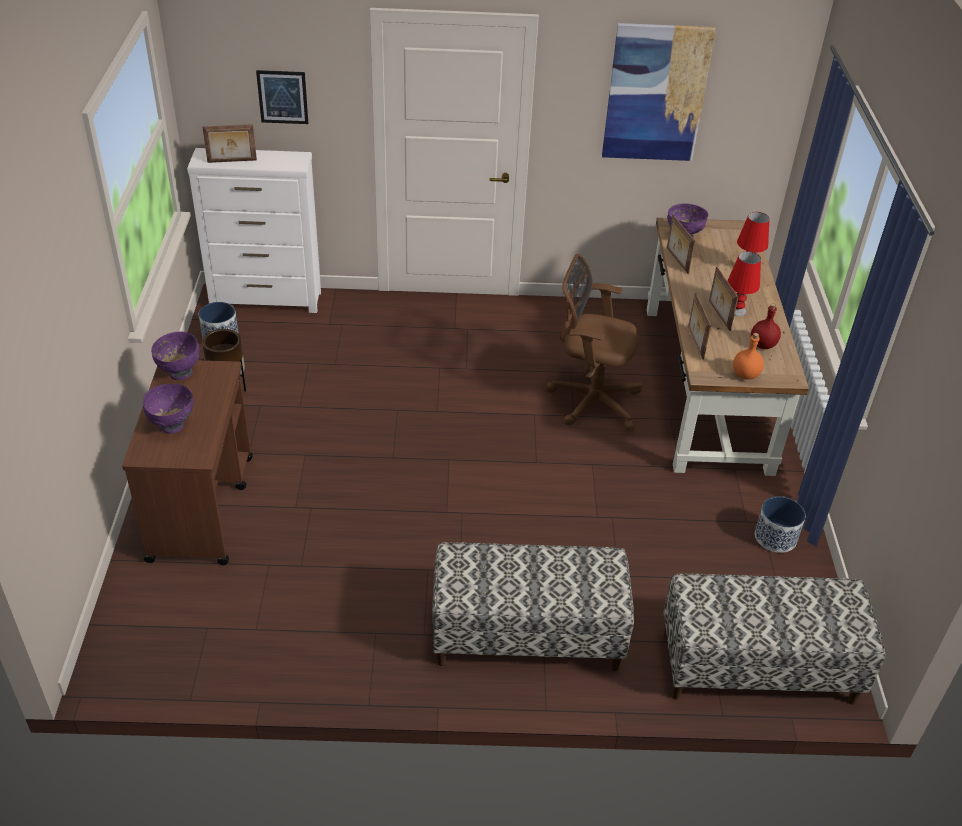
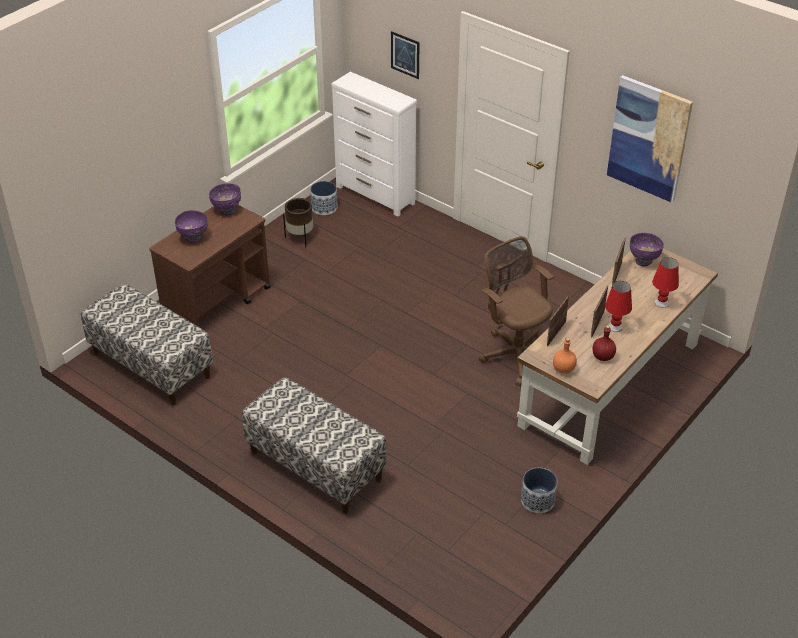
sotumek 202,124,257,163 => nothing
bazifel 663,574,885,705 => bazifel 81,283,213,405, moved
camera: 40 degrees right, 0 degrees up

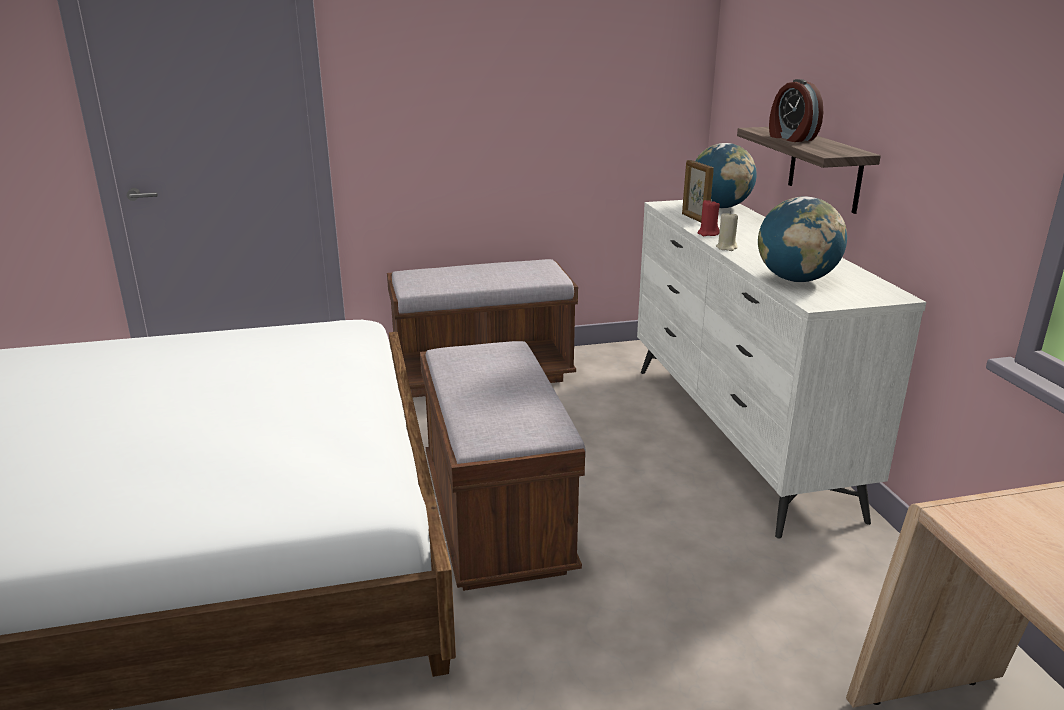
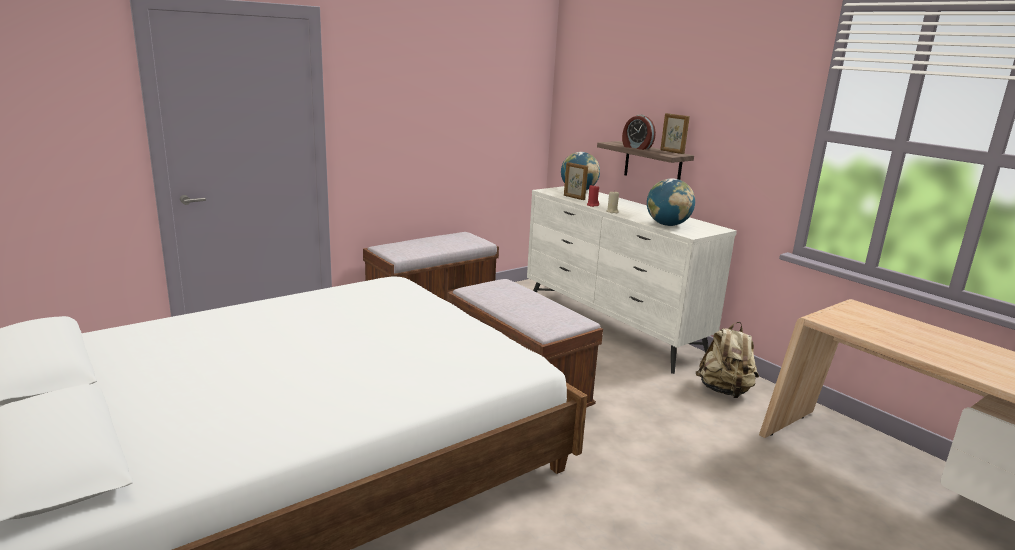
nothing => sotumek 660,113,690,154
nothing => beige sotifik 696,322,759,398
camera: 25 degrees left, 5 degrees down

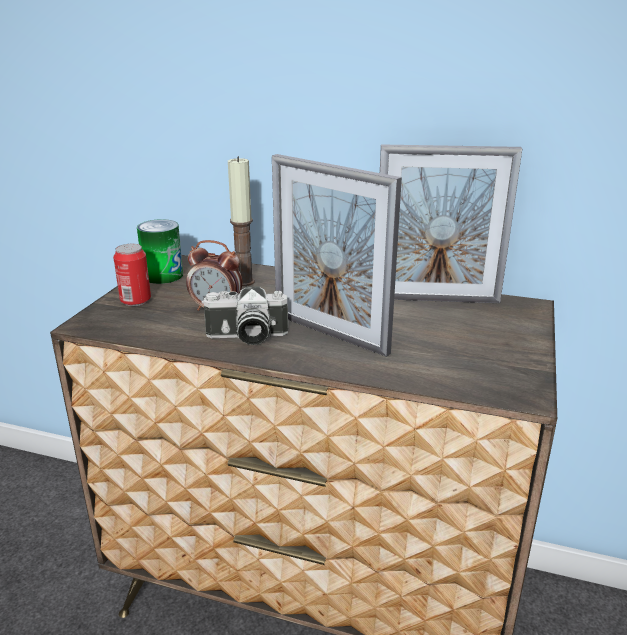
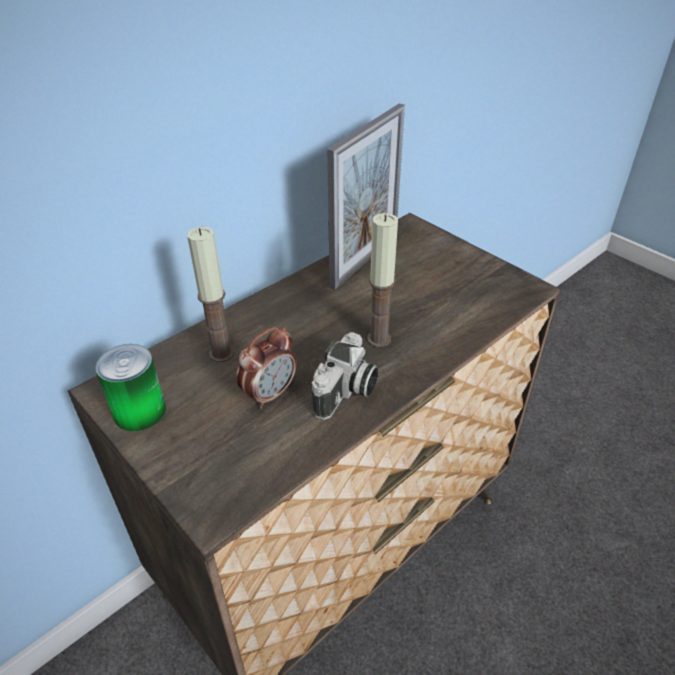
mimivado 113,244,151,306 => nothing
sotumek 272,154,402,357 => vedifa 367,213,398,347
camera: 60 degrees left, 15 degrees up

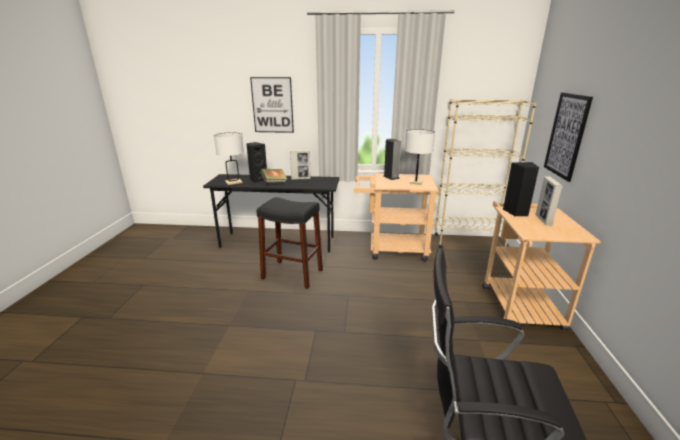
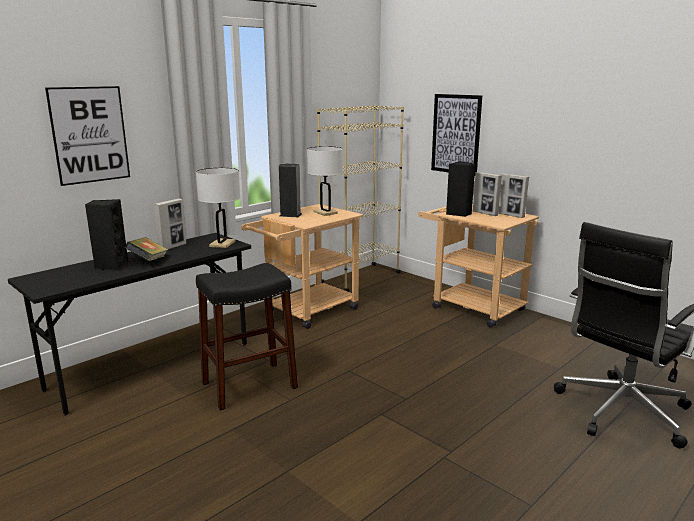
nothing => sotumek 498,173,529,218
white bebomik 214,133,244,185 => white bebomik 196,168,240,248, moved
camera: 50 degrees left, 5 degrees down

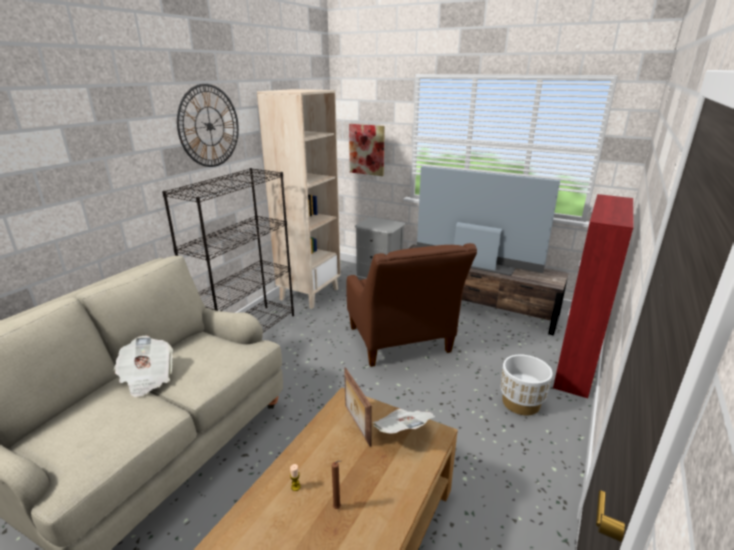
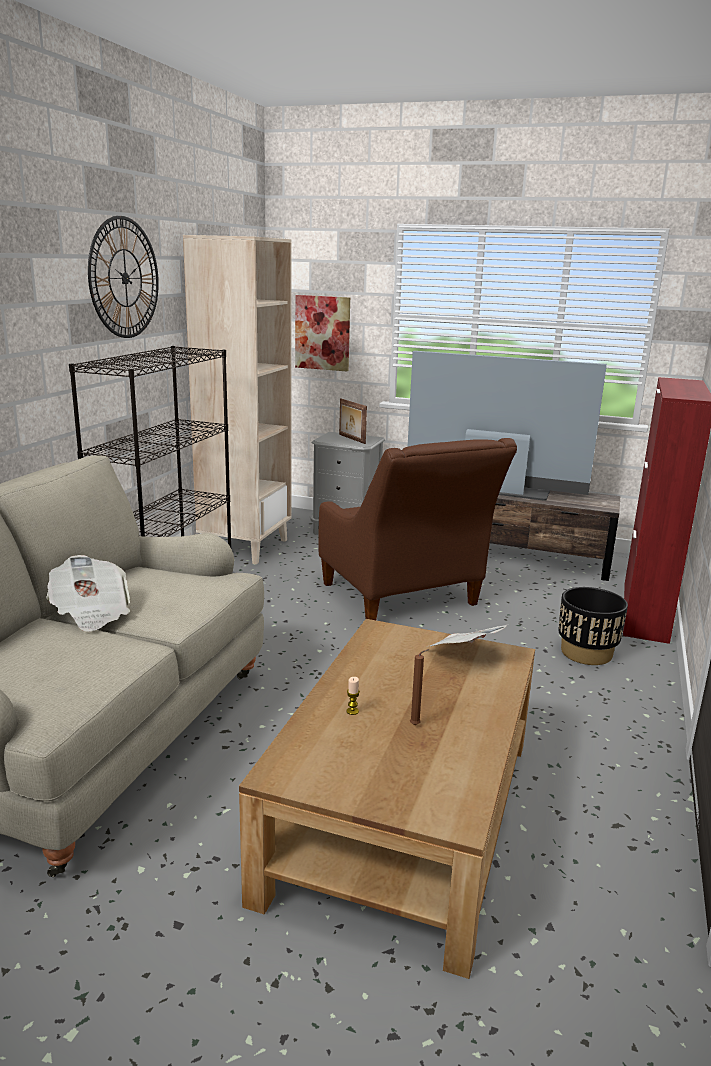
sotumek 344,367,372,447 => sotumek 339,398,367,444, moved
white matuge 501,355,553,415 => black matuge 558,587,628,665
camera: 10 degrees left, 5 degrees down

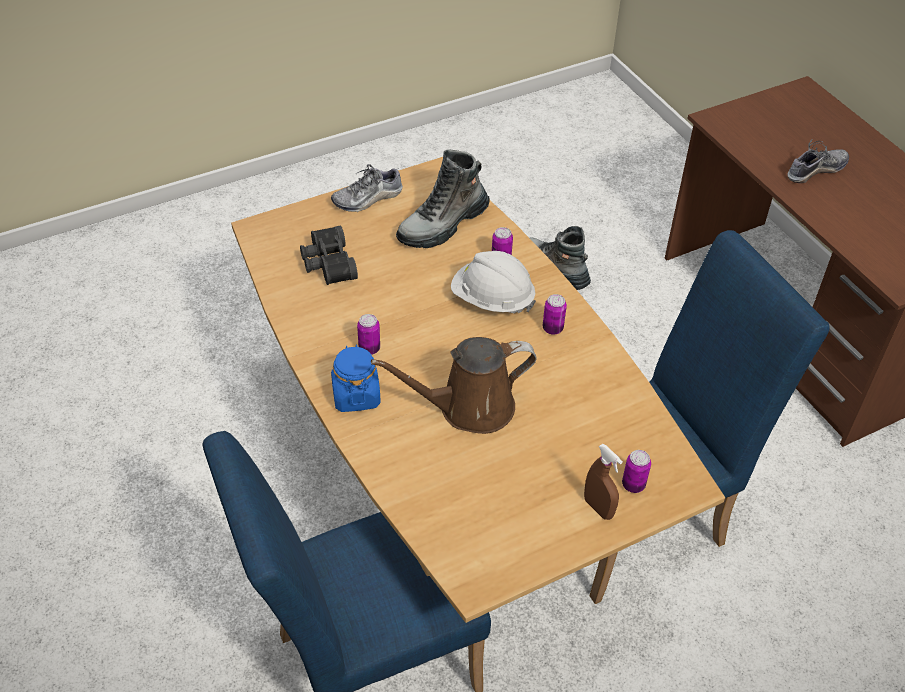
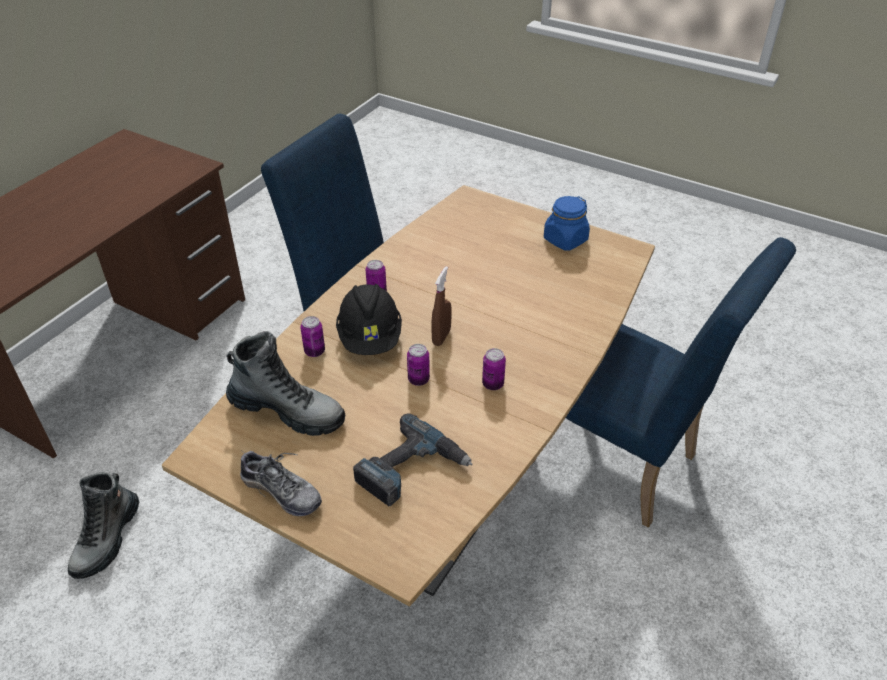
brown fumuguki 371,337,537,434 => nothing
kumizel 787,139,849,183 => nothing
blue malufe 331,344,381,412 => blue malufe 544,196,590,251, moved
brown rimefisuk 584,444,623,520 => brown rimefisuk 431,266,452,346, moved
mimivado 622,450,651,493 => mimivado 407,344,430,386, moved
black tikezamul 300,226,358,285 => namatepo 353,413,473,506
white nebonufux 451,251,536,313 => black nebonufux 336,284,402,355
camera: 120 degrees left, 5 degrees down

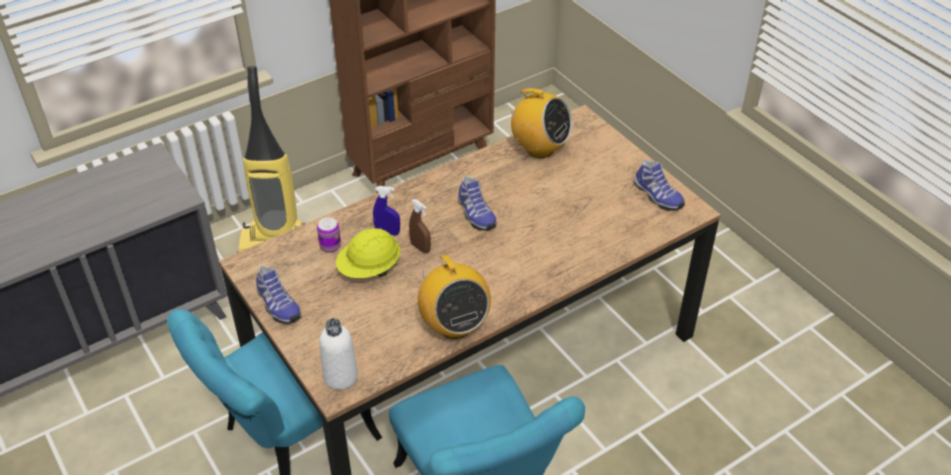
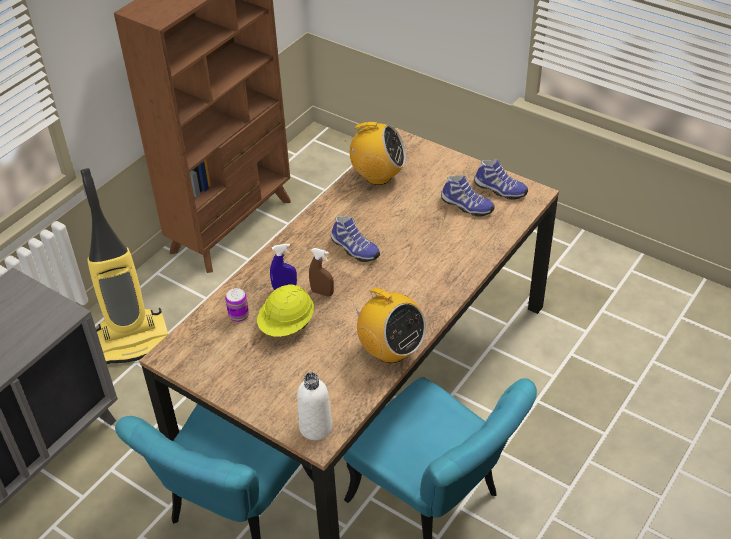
kumizel 256,265,301,324 => kumizel 441,175,495,217, moved
camera: 20 degrees left, 0 degrees up

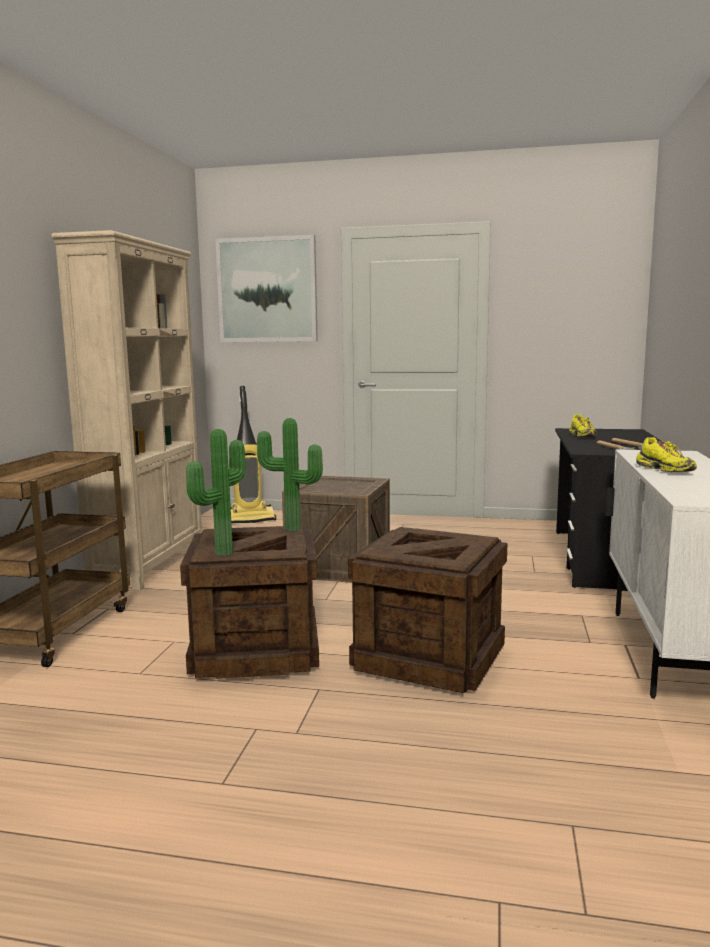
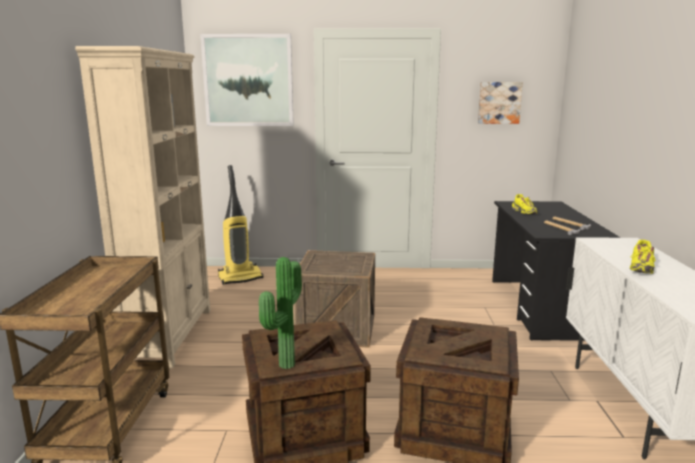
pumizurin 257,418,323,531 => nothing
nothing => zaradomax 478,82,523,124
yellow kumizel 636,437,697,472 => yellow kumizel 630,240,655,274, 60 degrees clockwise
camera: 10 degrees left, 5 degrees up

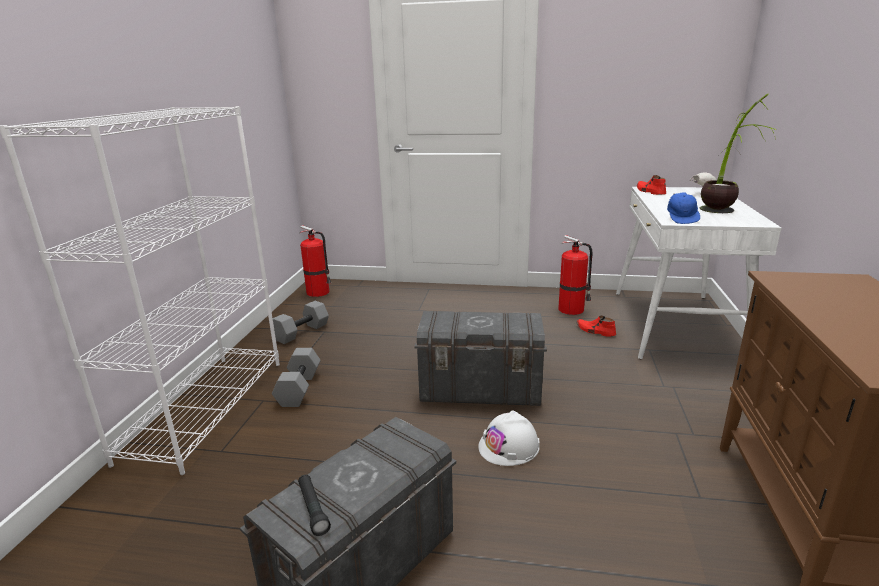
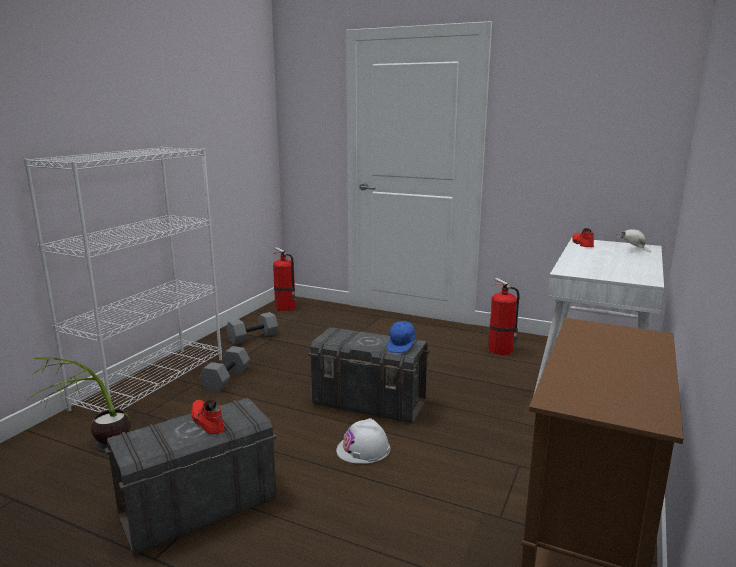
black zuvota 298,475,331,536 => nothing
red kumizel 577,316,616,337 => red kumizel 191,399,225,434, moved
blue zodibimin 667,192,700,224 => blue zodibimin 387,321,416,353, moved
pumizurin 700,94,777,213 => pumizurin 26,358,131,452, moved
camera: 15 degrees right, 5 degrees down

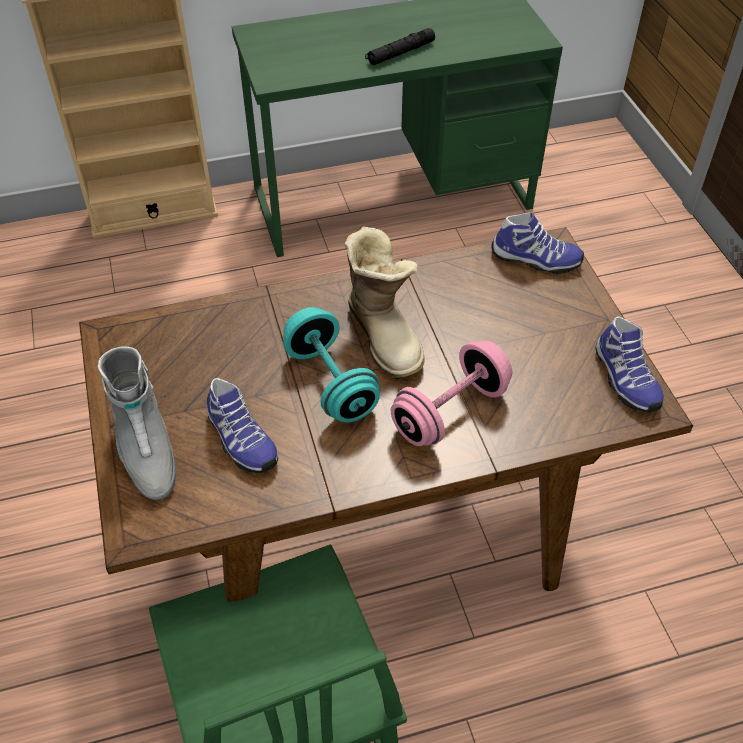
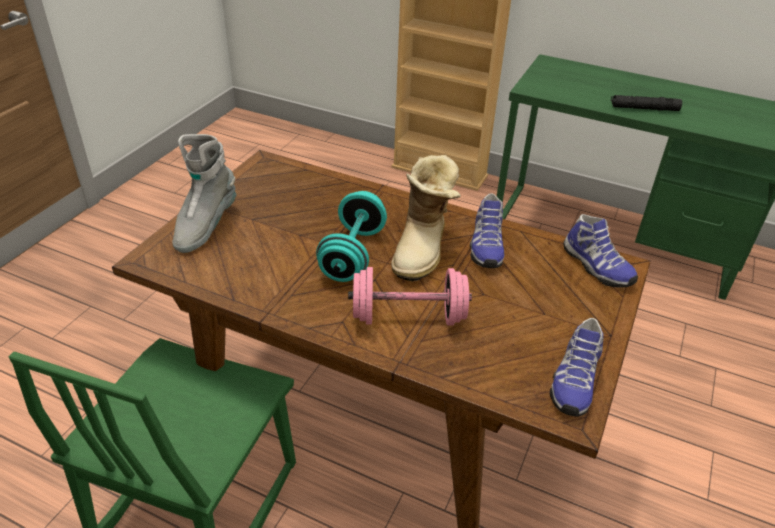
kumizel 207,378,278,473 => kumizel 470,193,504,268, moved
camera: 40 degrees right, 10 degrees down

